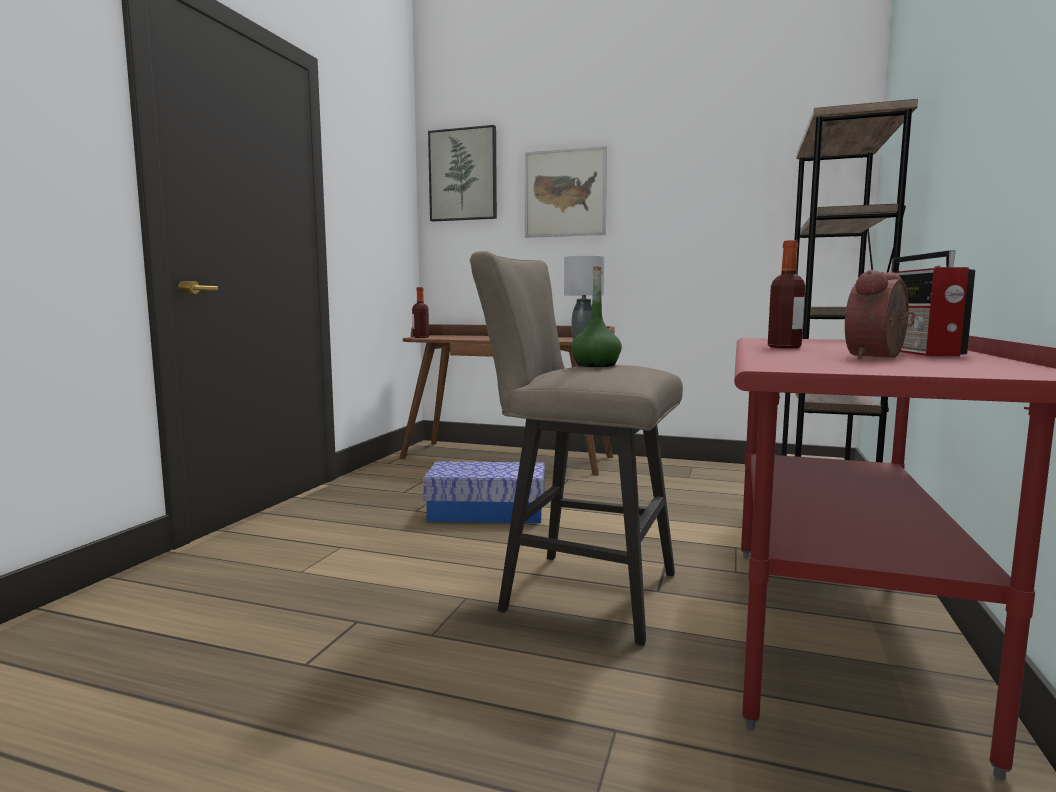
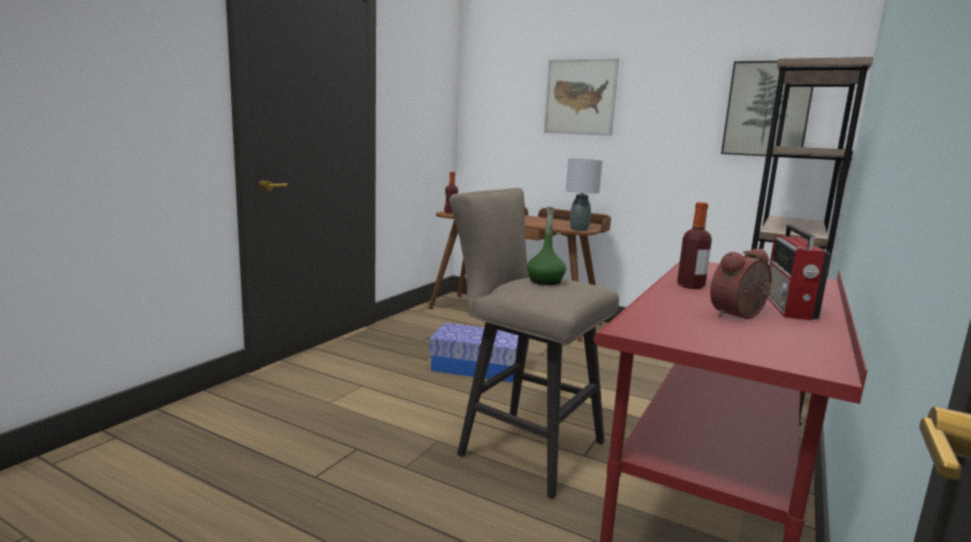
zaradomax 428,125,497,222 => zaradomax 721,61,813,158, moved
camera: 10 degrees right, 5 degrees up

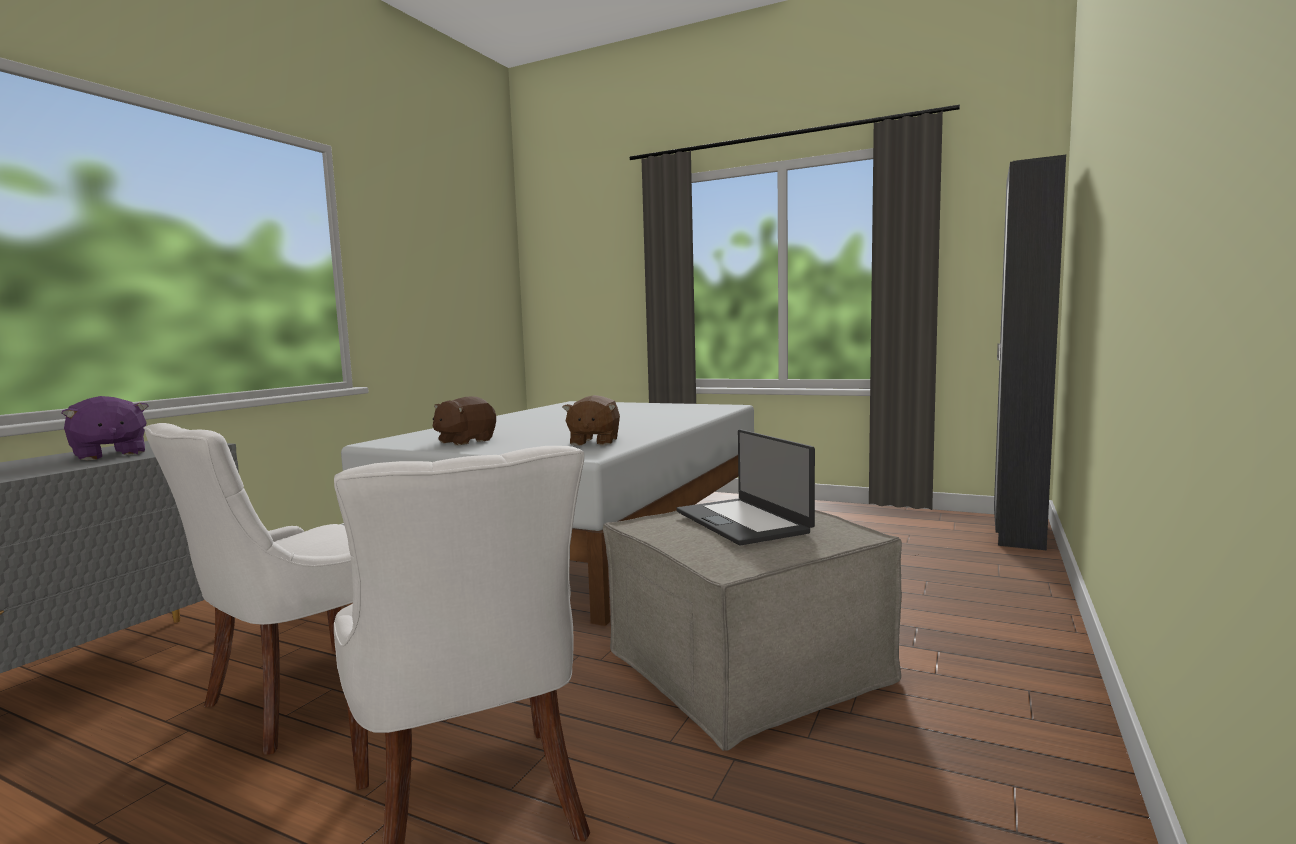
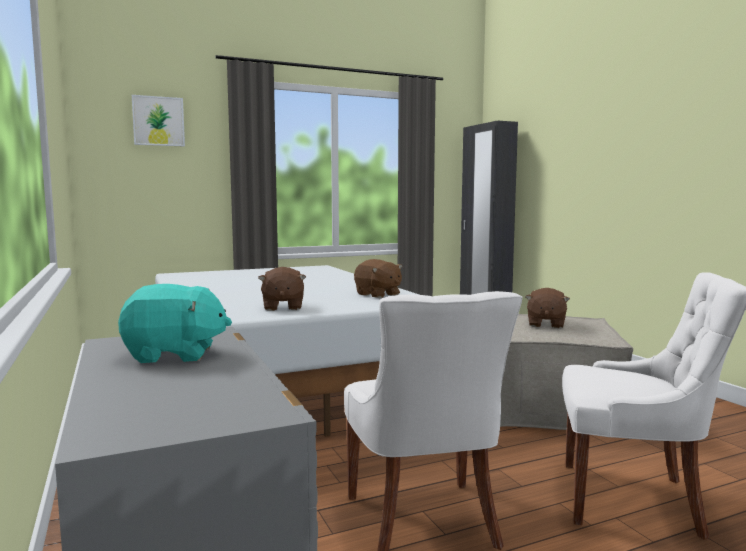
nothing => zaradomax 132,95,185,147
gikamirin 676,429,815,545 => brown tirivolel 525,288,570,328
purple tirivolel 61,396,149,460 => turquoise tirivolel 118,284,232,363
camera: 50 degrees left, 0 degrees up

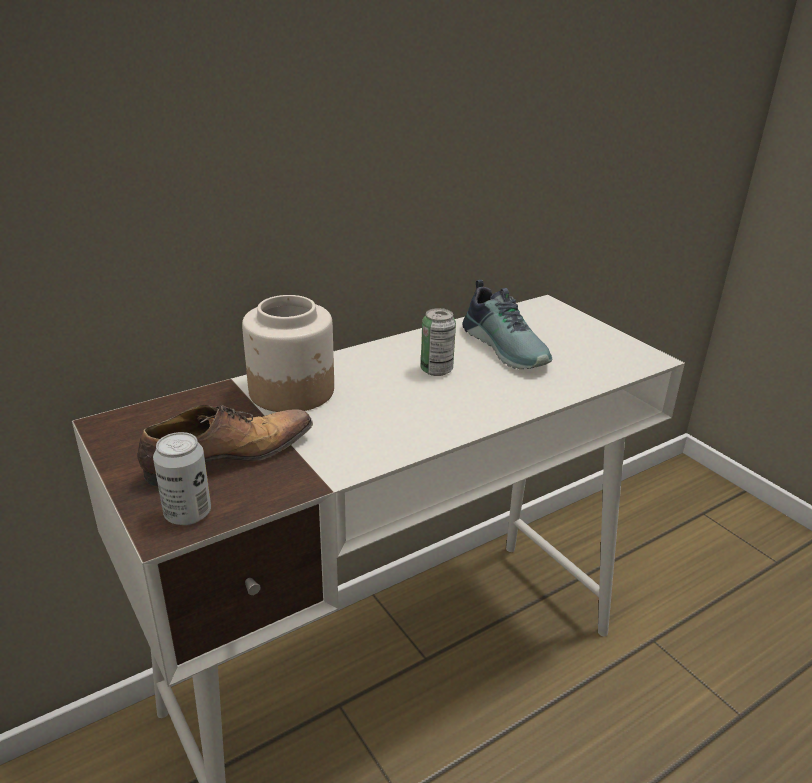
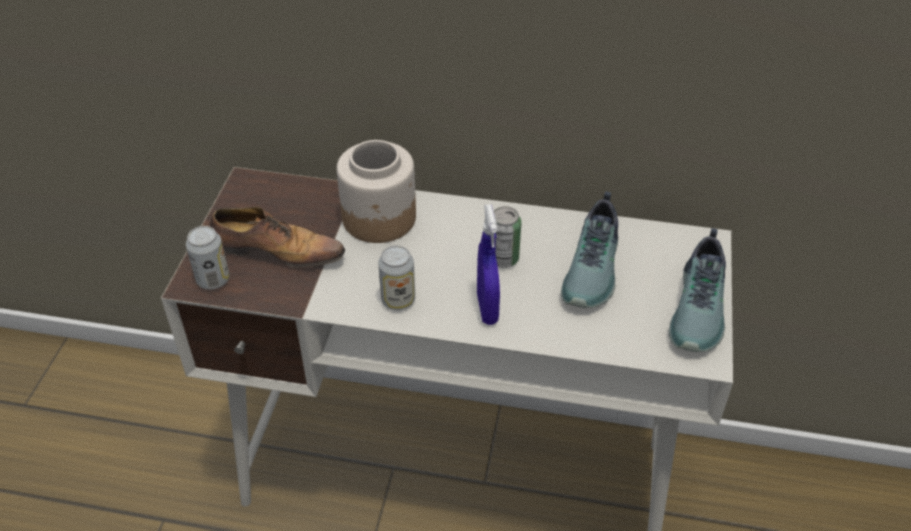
nothing => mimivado 378,245,415,310
nothing => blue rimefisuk 477,204,500,325
nothing => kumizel 669,228,726,352
camera: 45 degrees right, 15 degrees up

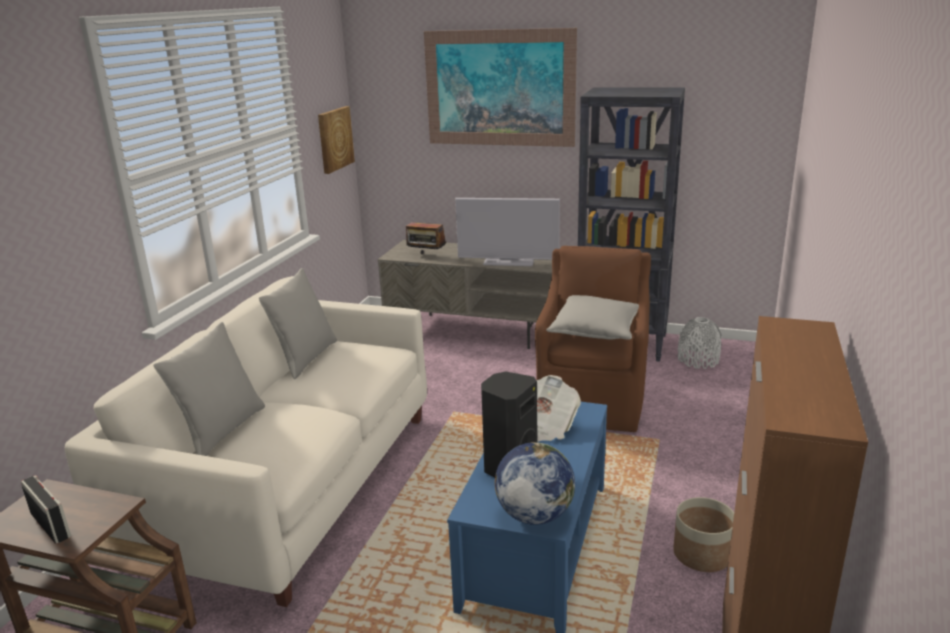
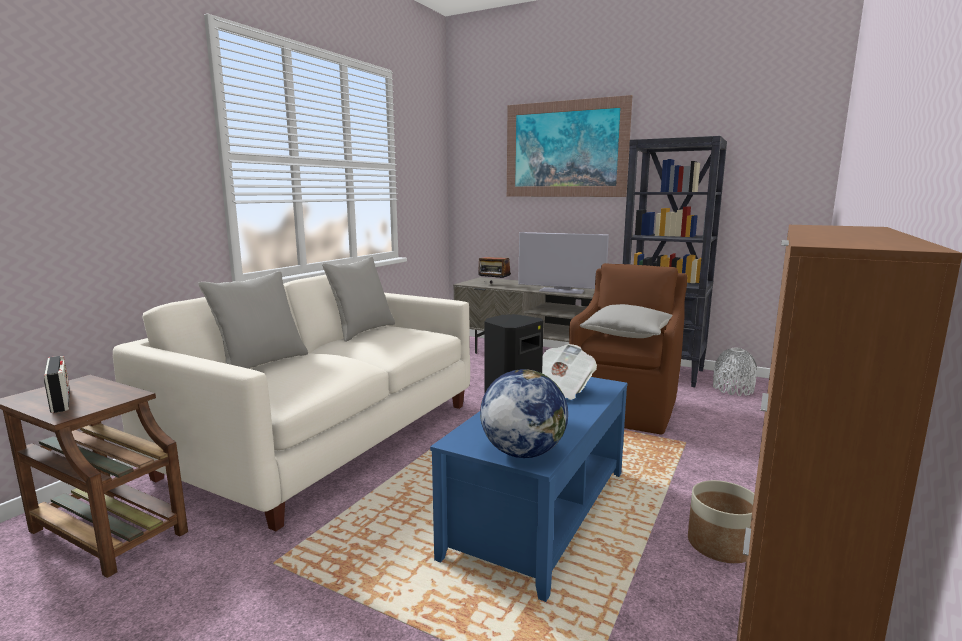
zaradomax 318,106,355,174 => nothing
camera: 10 degrees right, 10 degrees down

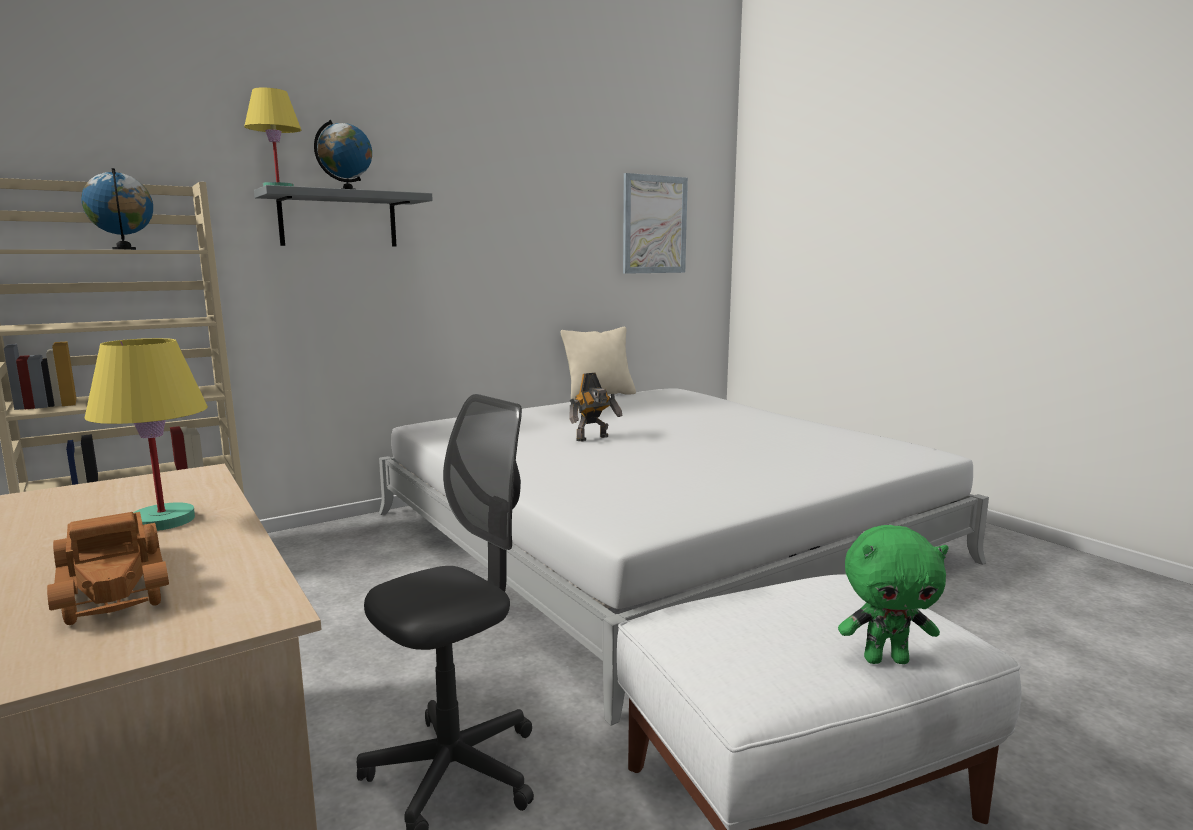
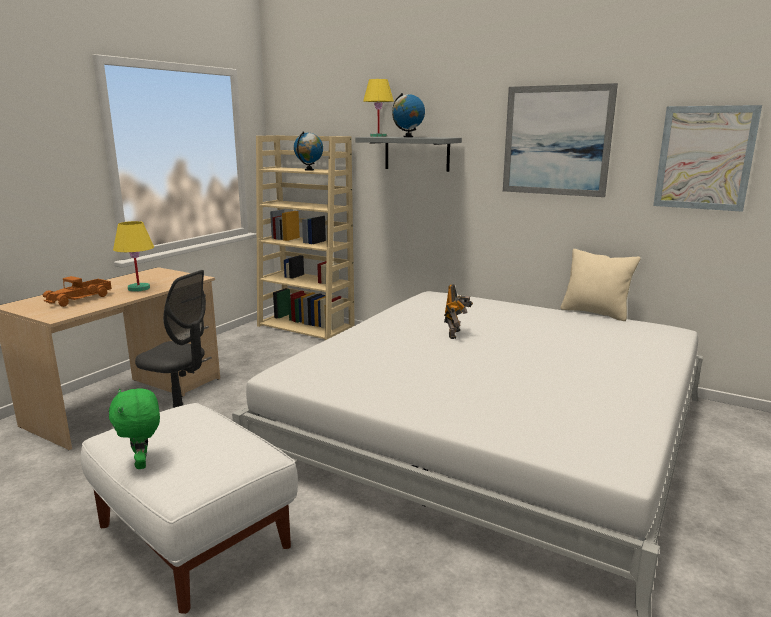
nothing => zaradomax 503,83,618,197
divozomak 569,373,623,442 => divozomak 444,284,473,339, 105 degrees counterclockwise
camera: 65 degrees right, 5 degrees up

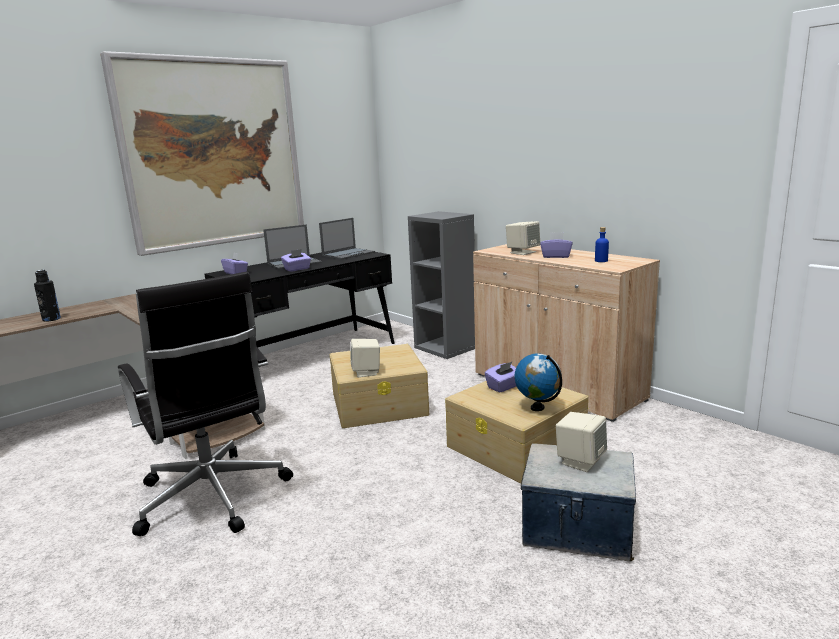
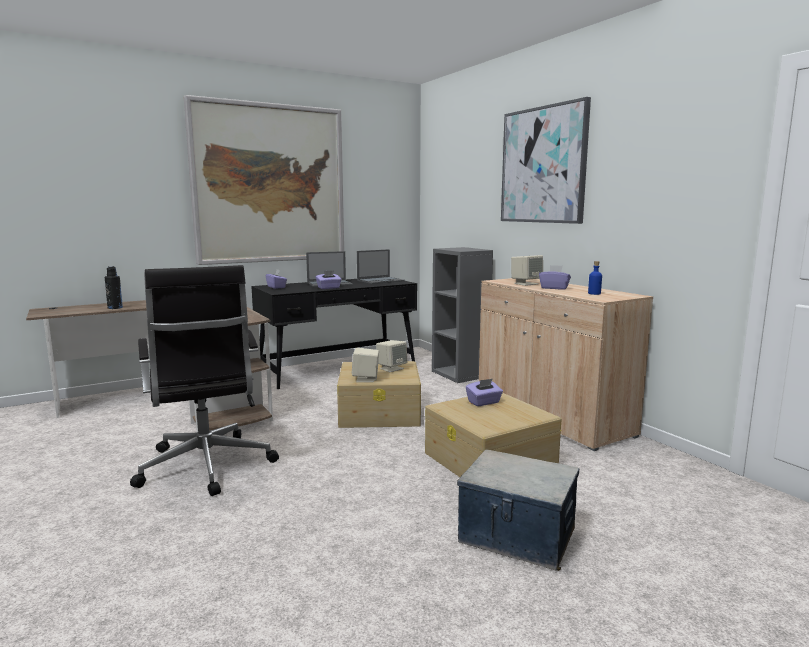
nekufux 514,354,562,411 => nothing
nothing => zaradomax 501,97,591,224
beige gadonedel 556,412,607,472 => beige gadonedel 376,340,407,372, moved
camera: 10 degrees right, 5 degrees down

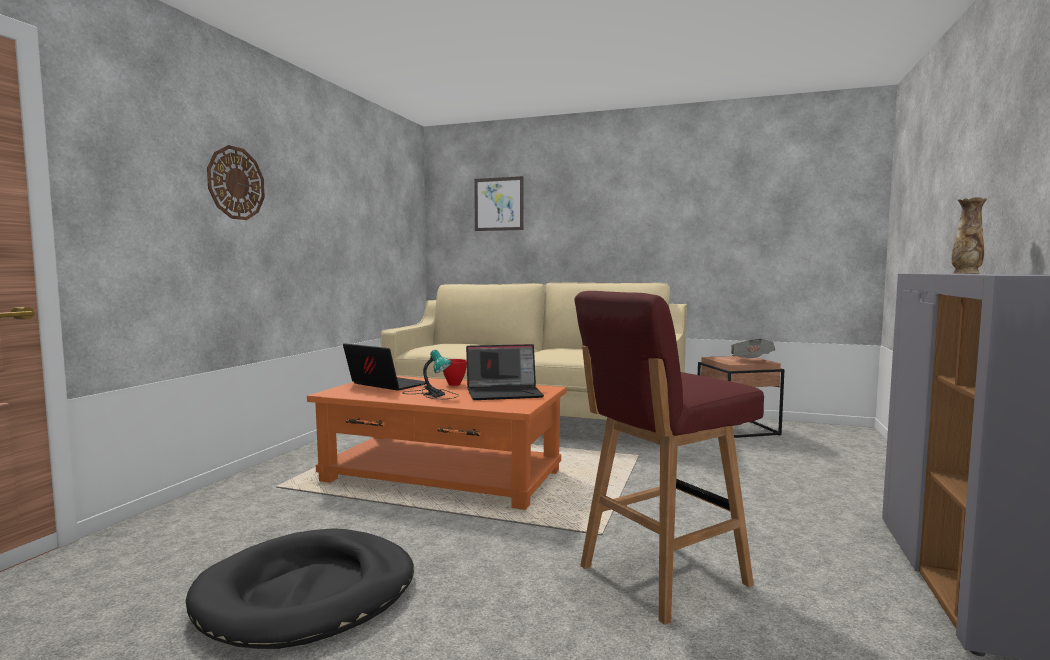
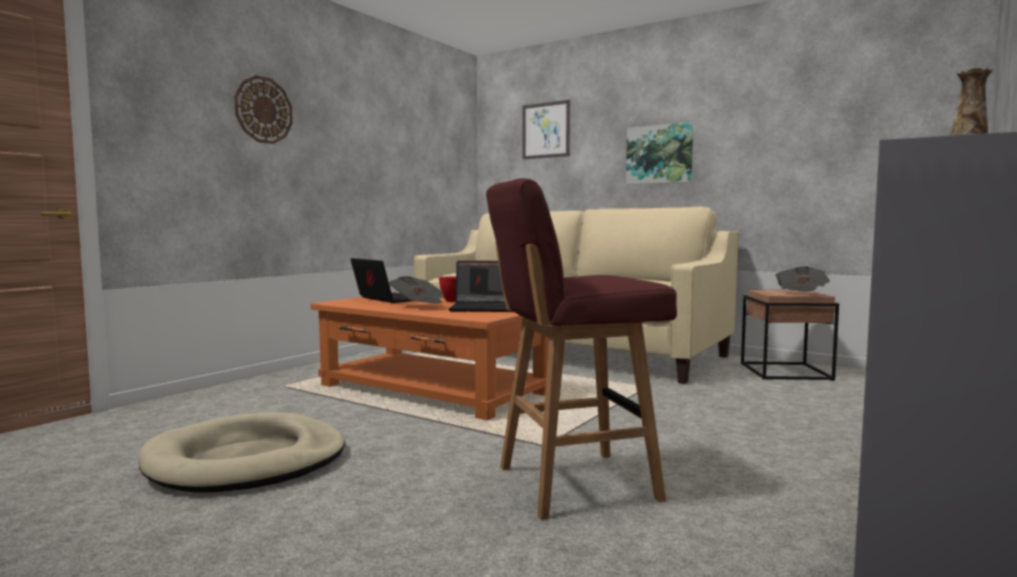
nothing => zaradomax 626,122,693,185
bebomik 402,350,459,399 => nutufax 389,276,444,304
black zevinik 186,528,414,649 => beige zevinik 138,412,345,493
camera: 15 degrees right, 0 degrees up

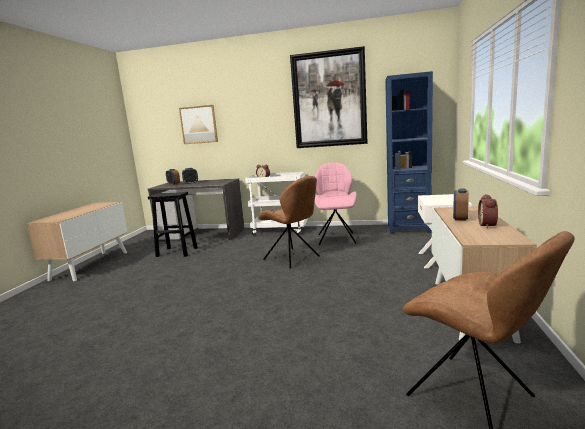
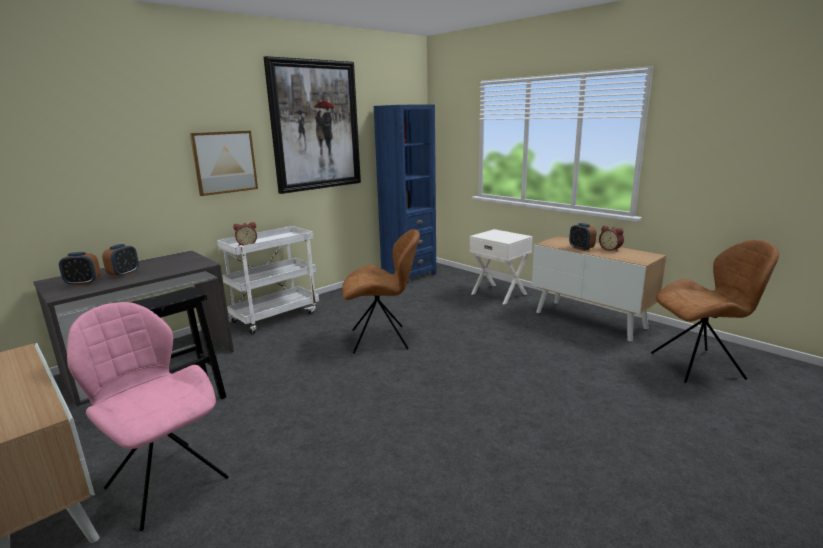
zaradomax 179,105,218,144 => zaradomax 190,131,258,196, moved
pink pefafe 315,162,357,245 => pink pefafe 67,302,229,531, moved
camera: 55 degrees left, 5 degrees up

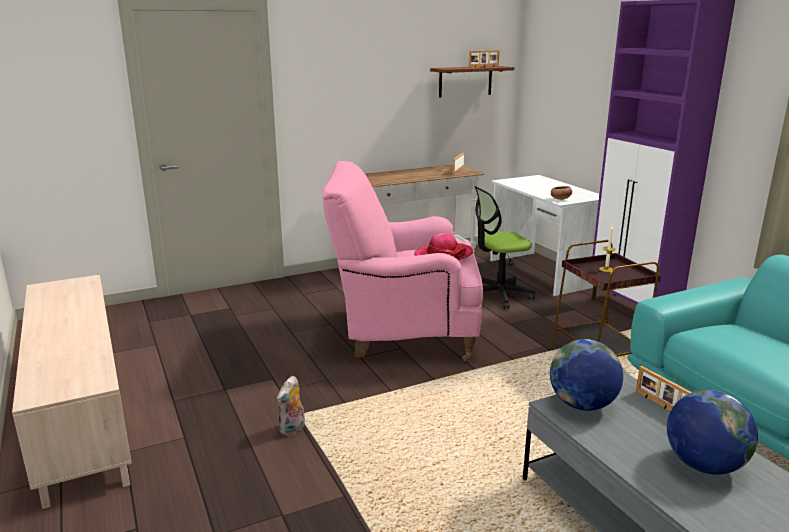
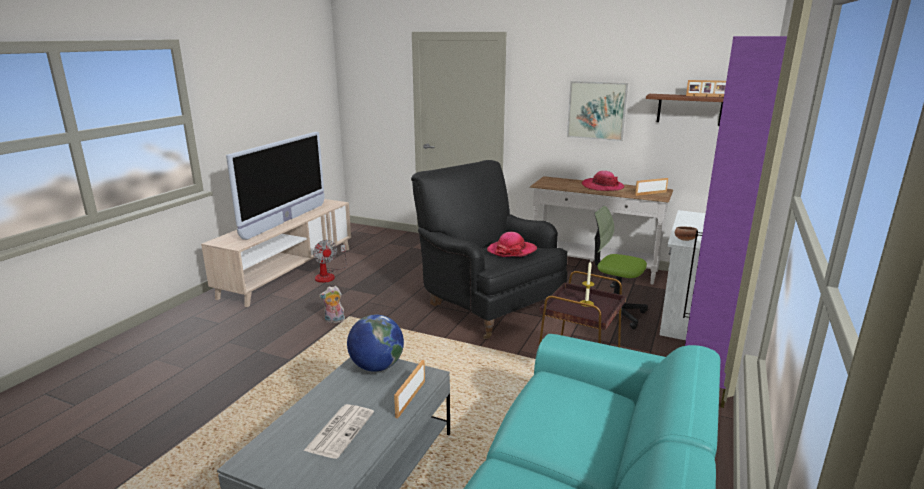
nothing => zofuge 226,132,325,240
nothing => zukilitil 313,240,347,283
nothing => zaradomax 567,81,628,141
nothing => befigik 582,171,624,191
nekufux 667,390,758,475 => nutufax 303,404,374,459
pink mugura 322,161,483,362 => black mugura 411,160,568,339
camera: 50 degrees right, 0 degrees up

